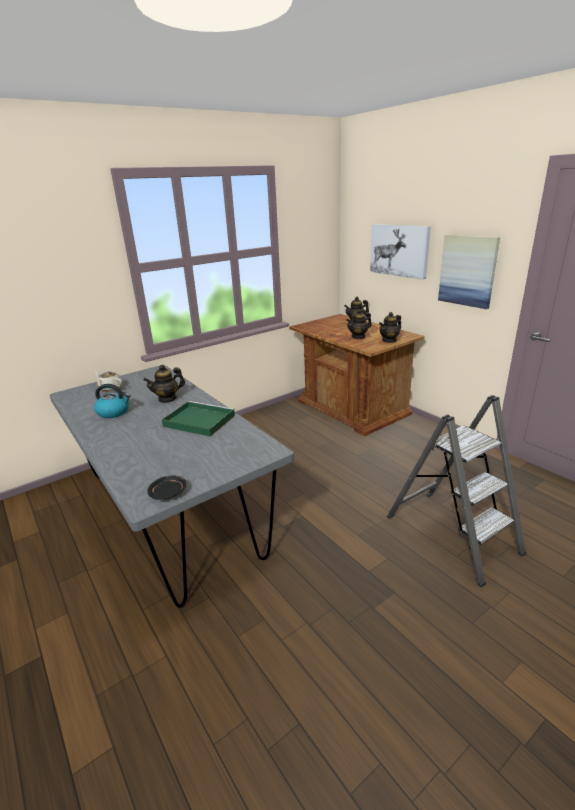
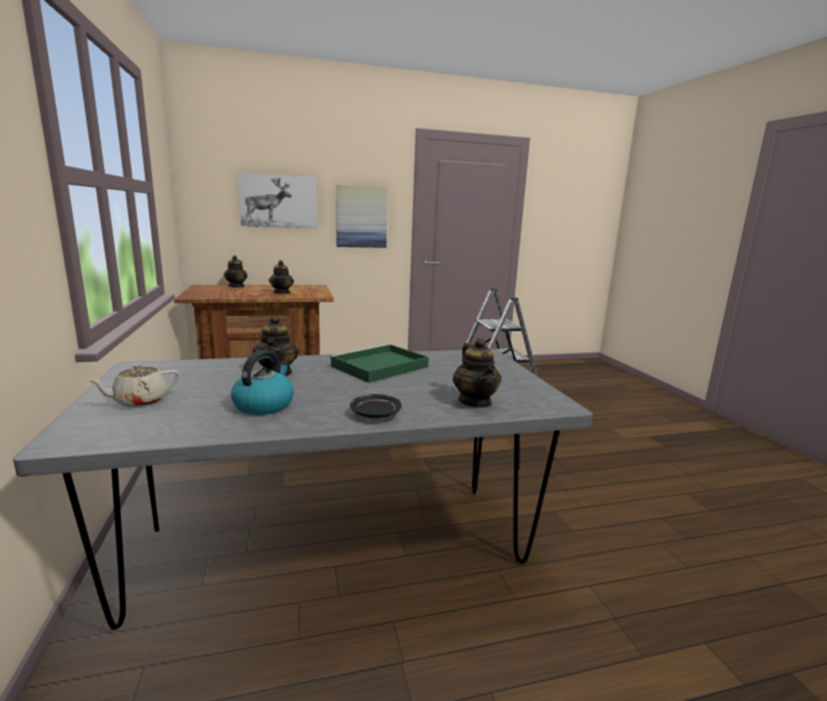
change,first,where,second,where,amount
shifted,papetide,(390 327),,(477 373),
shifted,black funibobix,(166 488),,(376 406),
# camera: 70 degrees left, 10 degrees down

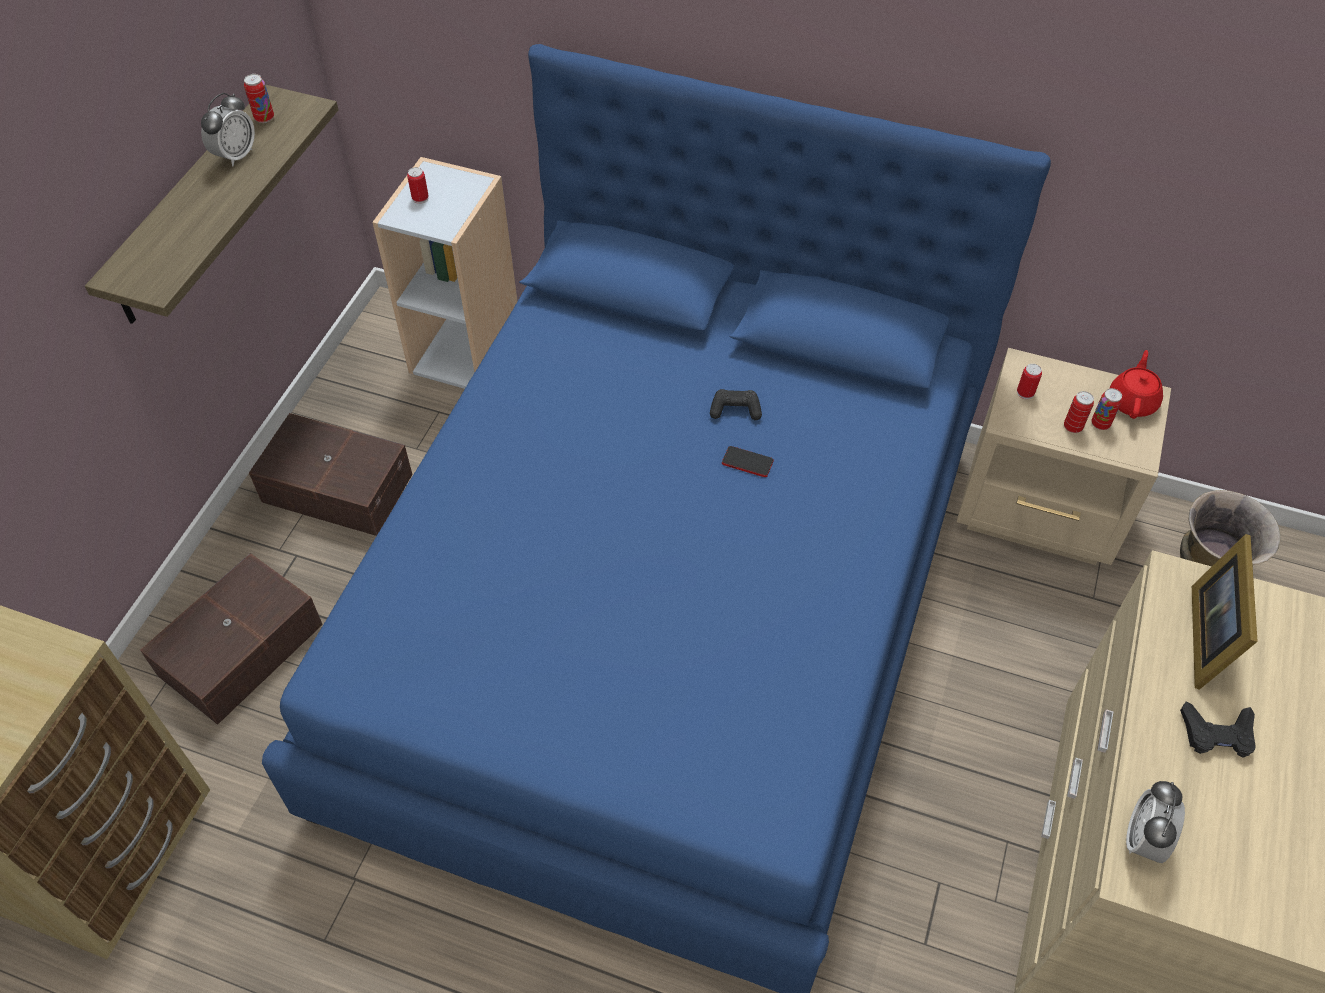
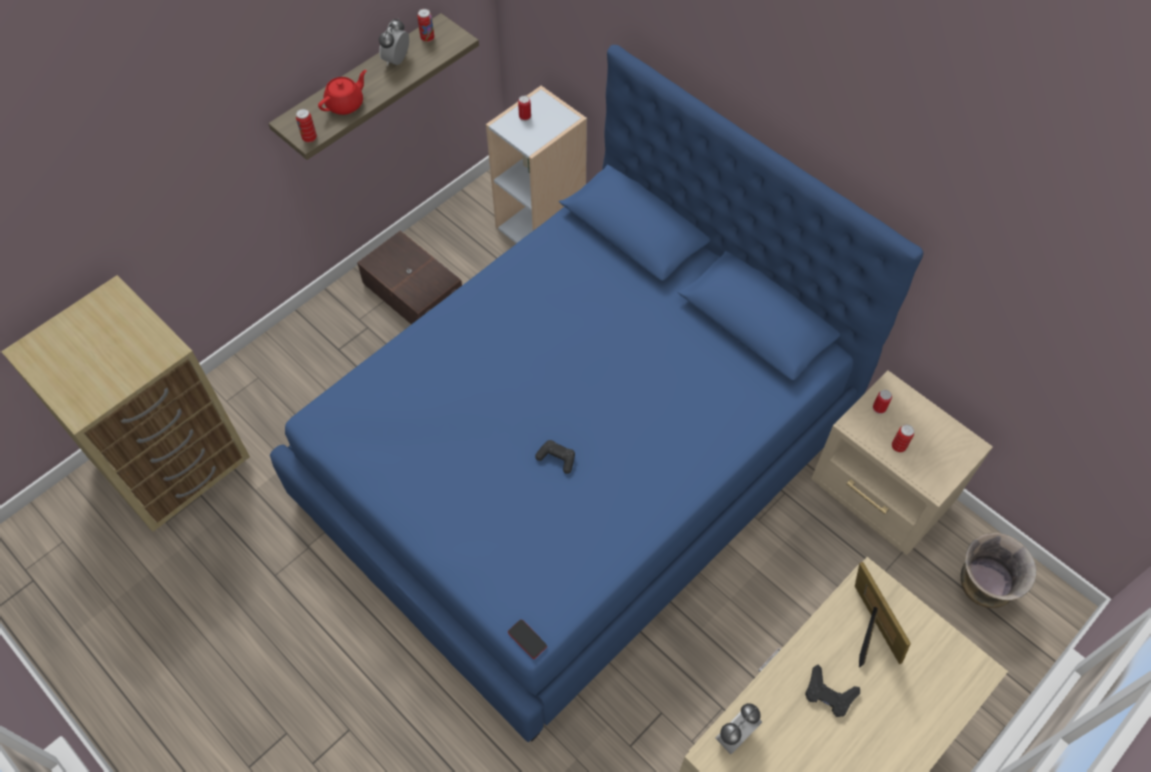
change,first,where,second,where,amount
rotated,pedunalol,(228 130),,(394 42),150 degrees clockwise
shifted,red papetide,(1136 384),,(342 92),
shifted,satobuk,(1106 409),,(306 125),
shifted,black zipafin,(736 404),,(555 457),
shifted,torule,(748 461),,(527 639),
rotated,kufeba,(1225 612),,(883 615),120 degrees clockwise
gone,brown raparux,(231 639),,,
# camera: 25 degrees right, 5 degrees up

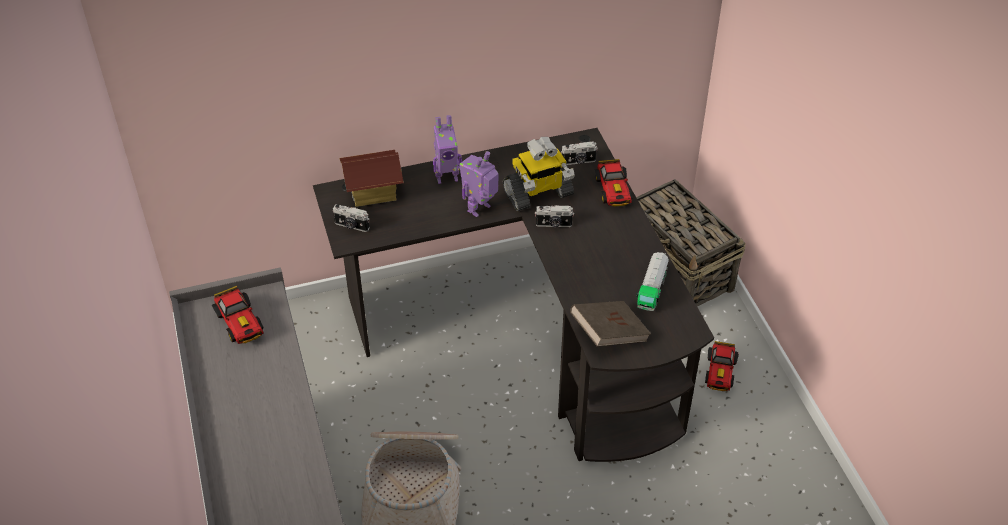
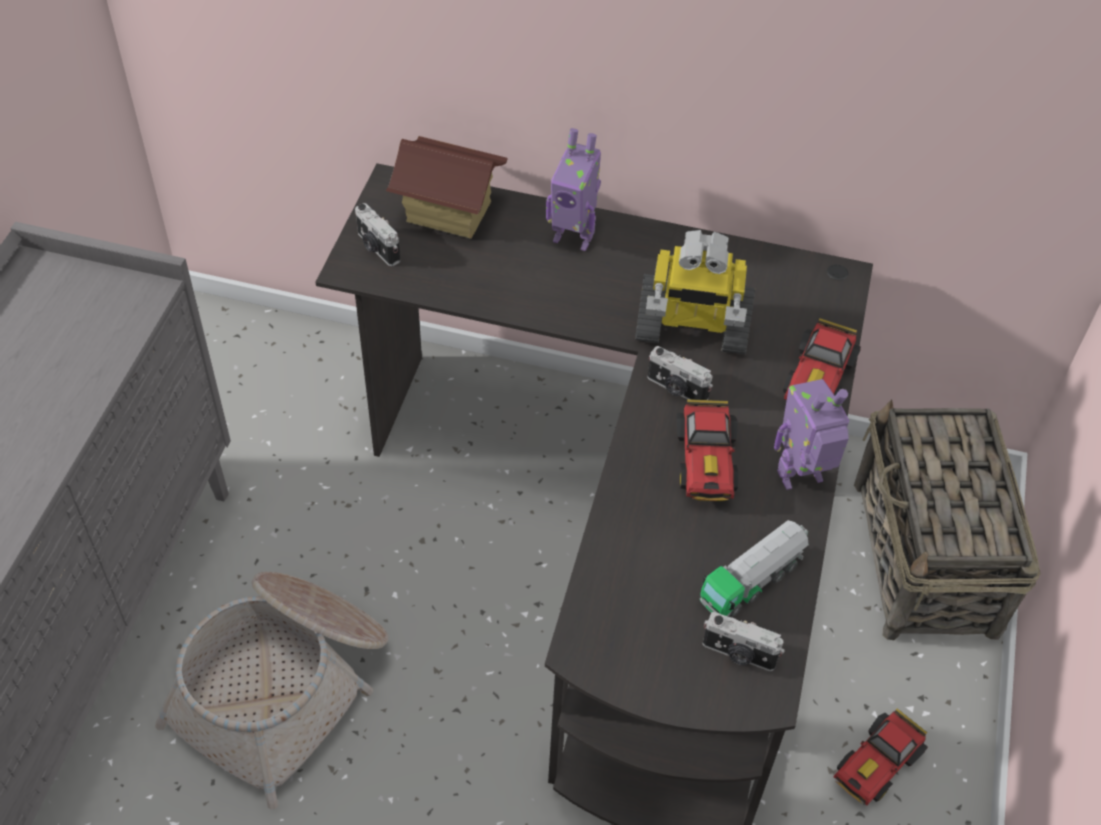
change,first,where,second,where,amount
shifted,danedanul,(579 153),,(744 641),
shifted,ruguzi,(479 184),,(811 434),
shifted,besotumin,(238 315),,(707 450),
gone,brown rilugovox,(610 324),,,
# camera: 30 degrees right, 5 degrees up

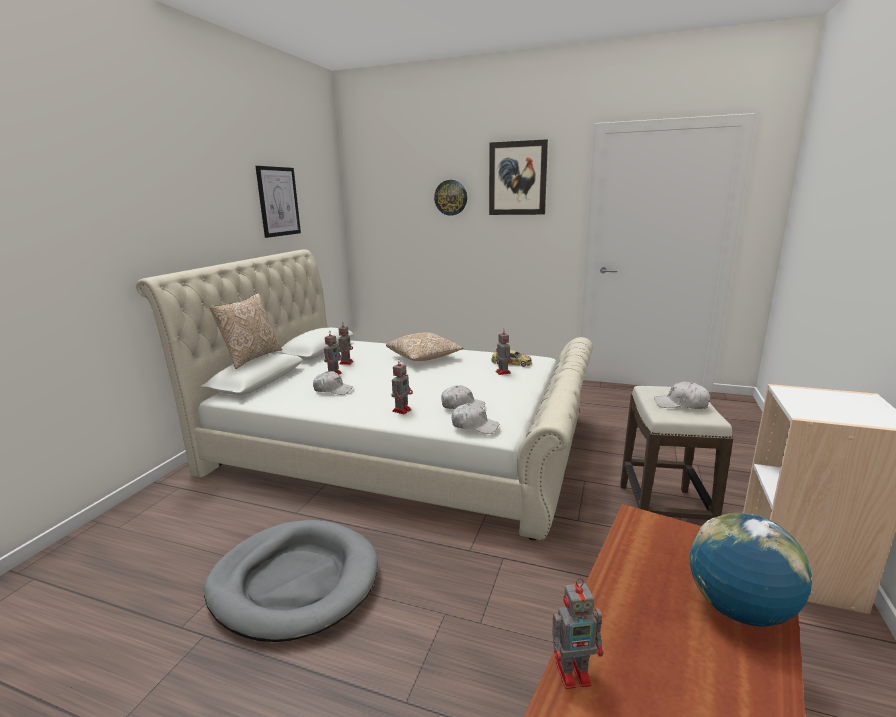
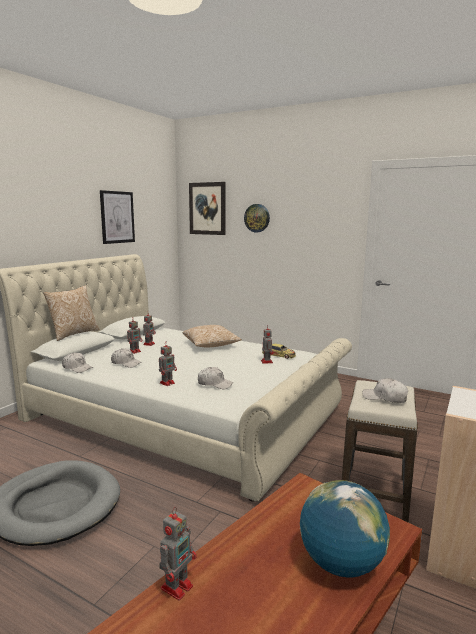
change,first,where,second,where,amount
shifted,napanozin,(518 177),,(207 208),
shifted,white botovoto,(476 418),,(77 363),
rotated,ruguzi,(577 633),,(178 554),60 degrees counterclockwise
# camera: 10 degrees right, 5 degrees down

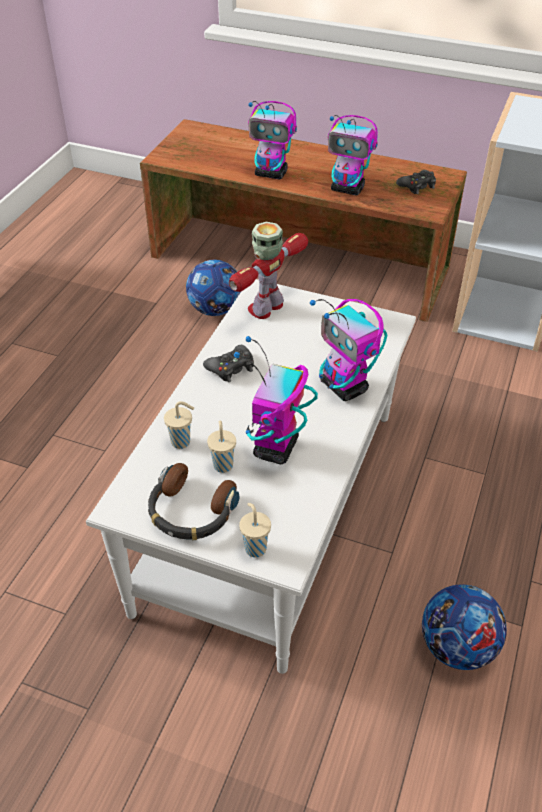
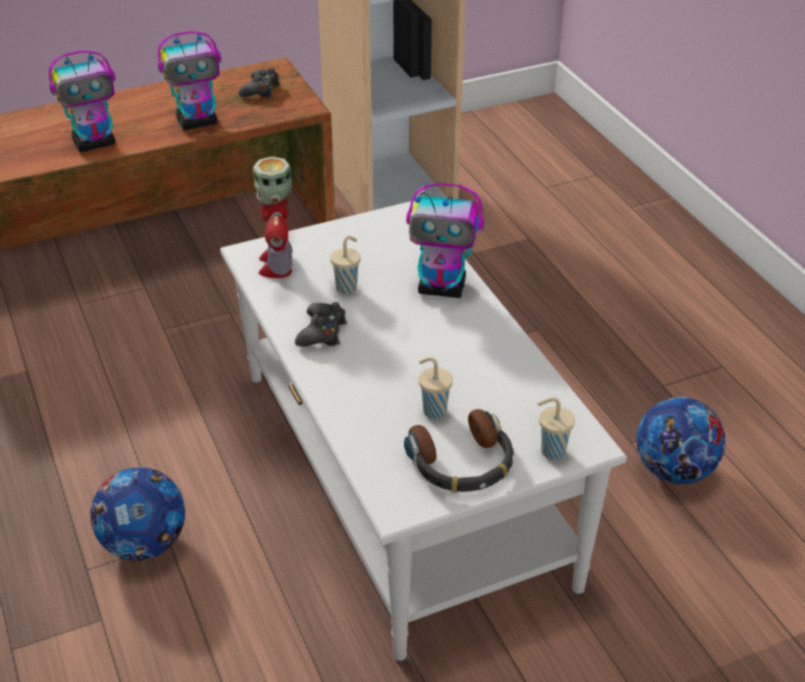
change,first,where,second,where,amount
shifted,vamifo,(213 288),,(138 514),
gone,ruguzi,(276 400),,,
shifted,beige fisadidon,(179 425),,(345 265),
# camera: 45 degrees left, 5 degrees down

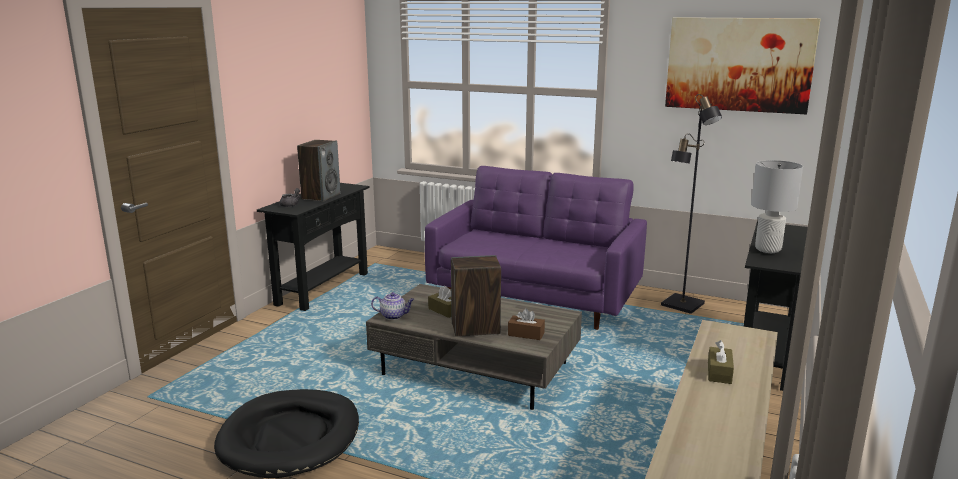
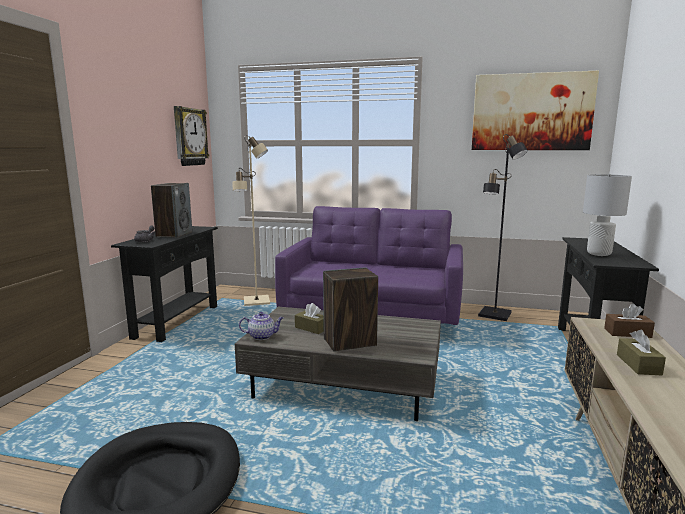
change,first,where,second,where,amount
shifted,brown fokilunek,(526 324),,(629 320),
new,,,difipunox,(191 136),
new,,,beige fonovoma,(251 220),
# camera: 10 degrees left, 5 degrees down

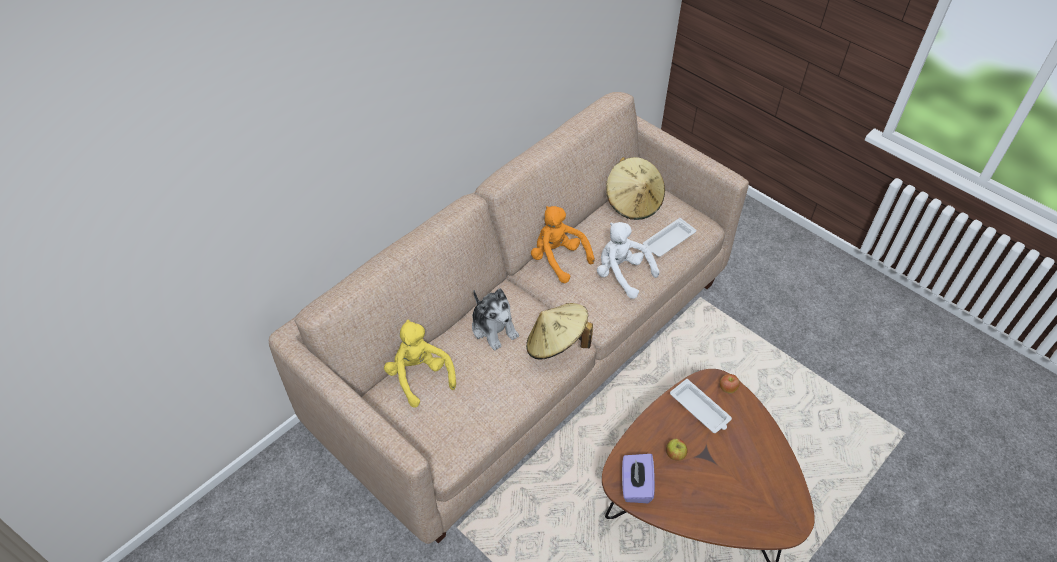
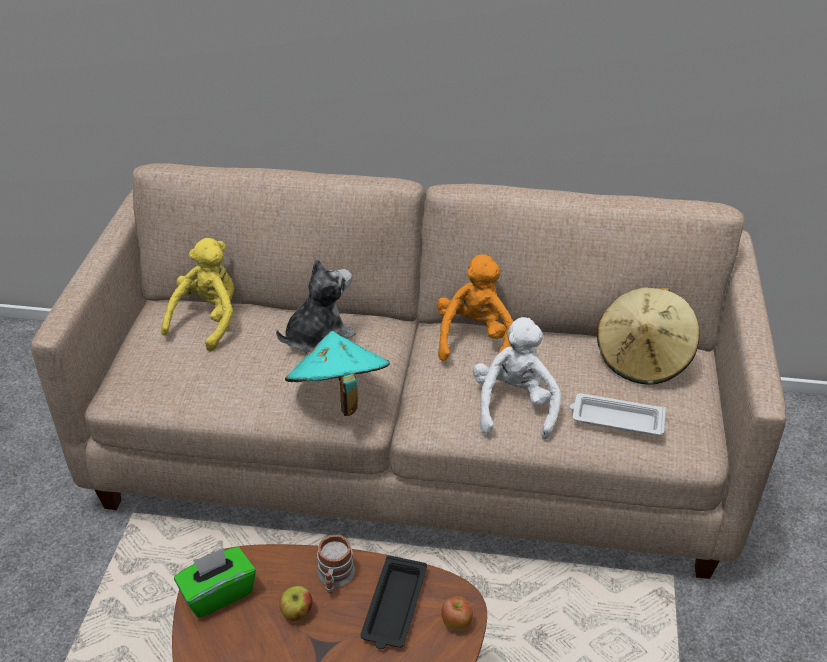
change,first,where,second,where,amount
rotated,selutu,(495 319),,(316 307),150 degrees counterclockwise
repainted,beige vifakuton,(559 331),turquoise vifakuton,(337 373),
repainted,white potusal,(701 406),black potusal,(393 602),
repainted,purple fokilunek,(638 478),green fokilunek,(215 582),
new,,,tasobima,(336 564),
# camera: 55 degrees right, 10 degrees down

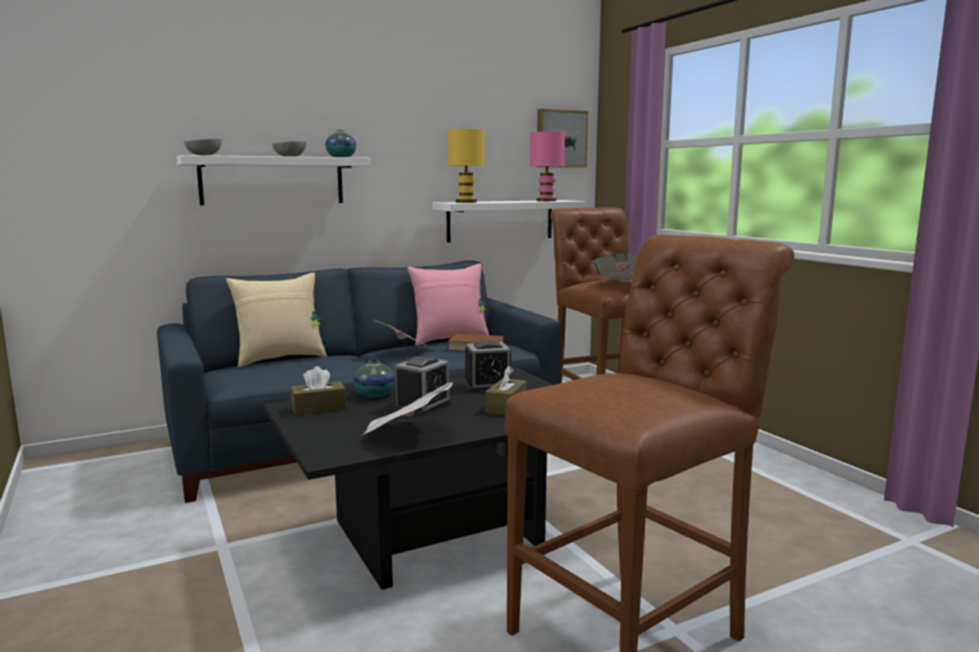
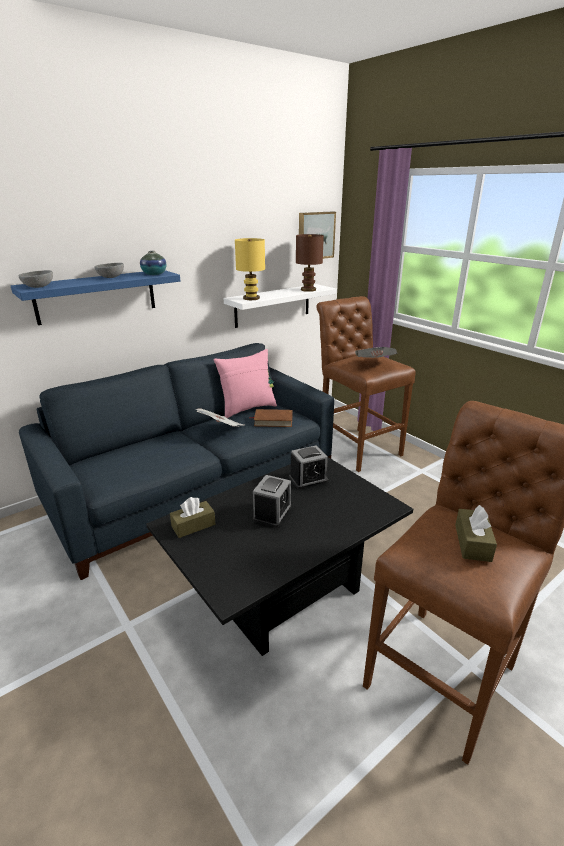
change,first,where,second,where,amount
repainted,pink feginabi,(547 166),brown feginabi,(310 263),
repainted,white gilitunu,(273 180),blue gilitunu,(95 297),
gone,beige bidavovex,(276 319),,,
gone,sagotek,(374 378),,,
shifted,brown fokilunek,(505 390),,(476 533),
gone,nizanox,(407 409),,,
# camera: 10 degrees left, 15 degrees up

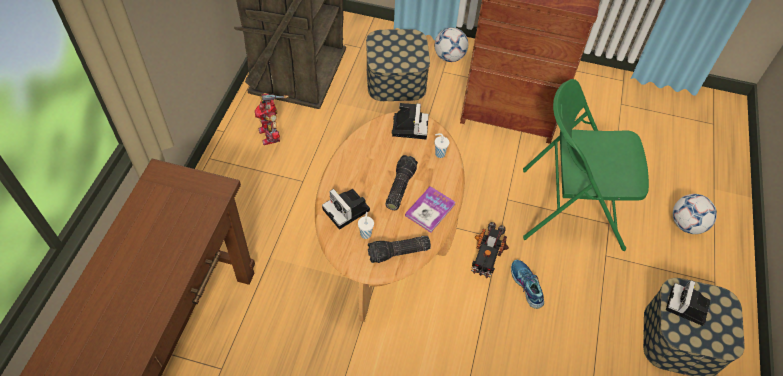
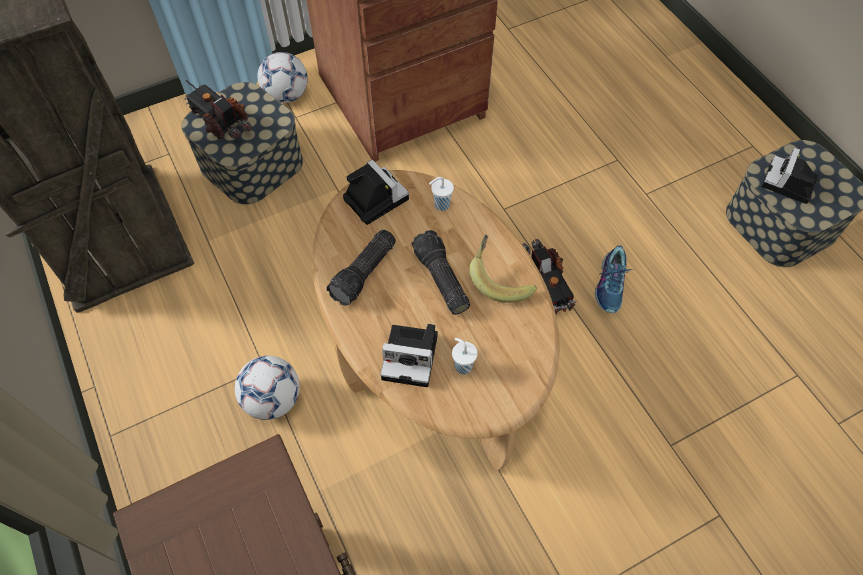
change,first,where,second,where,amount
gone,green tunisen,(586 165),,,
gone,ruguzi,(272 119),,,
swapped,rilugovox,(430 209),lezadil,(503 268),
shifted,vamifo,(695 214),,(267 388),
shifted,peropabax,(399 249),,(361 268),
rotated,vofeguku,(527 284),,(615 279),105 degrees counterclockwise
rotated,danedanul,(688 303),,(789 176),45 degrees clockwise
new,,,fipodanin,(218 110),
# camera: 40 degrees left, 5 degrees up

